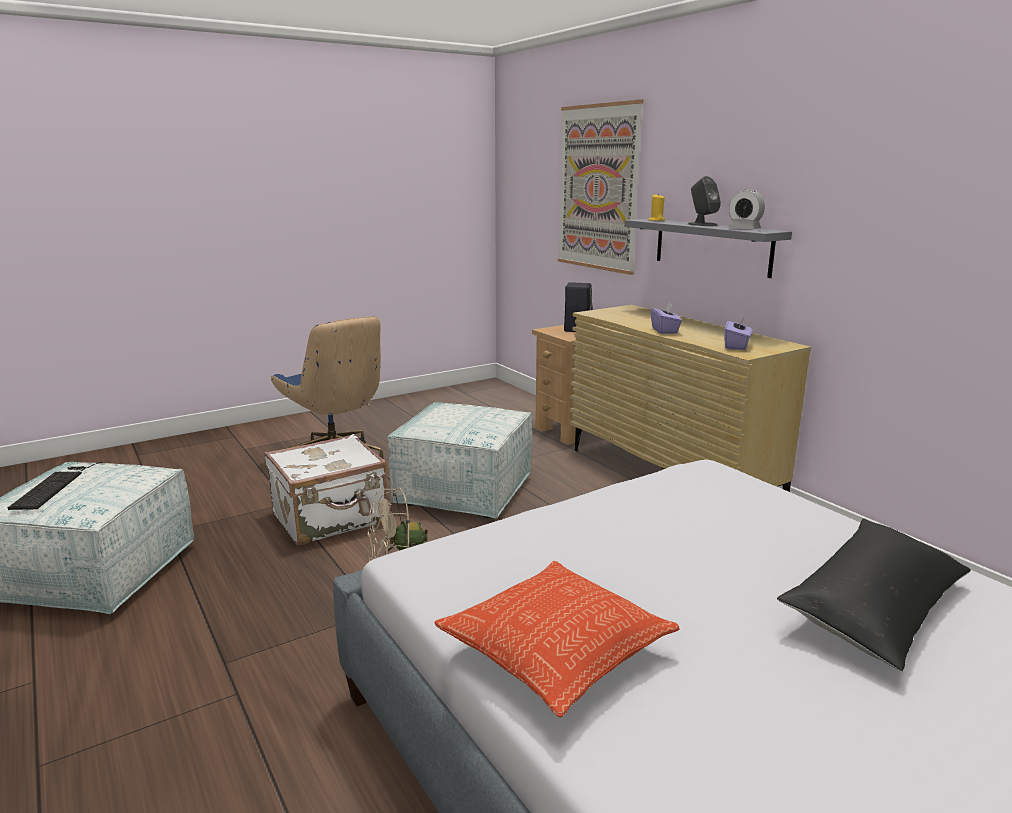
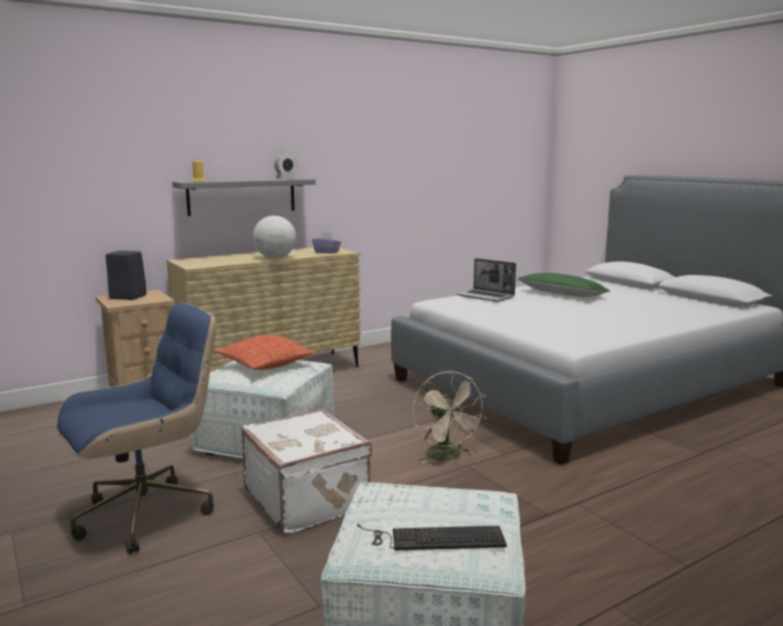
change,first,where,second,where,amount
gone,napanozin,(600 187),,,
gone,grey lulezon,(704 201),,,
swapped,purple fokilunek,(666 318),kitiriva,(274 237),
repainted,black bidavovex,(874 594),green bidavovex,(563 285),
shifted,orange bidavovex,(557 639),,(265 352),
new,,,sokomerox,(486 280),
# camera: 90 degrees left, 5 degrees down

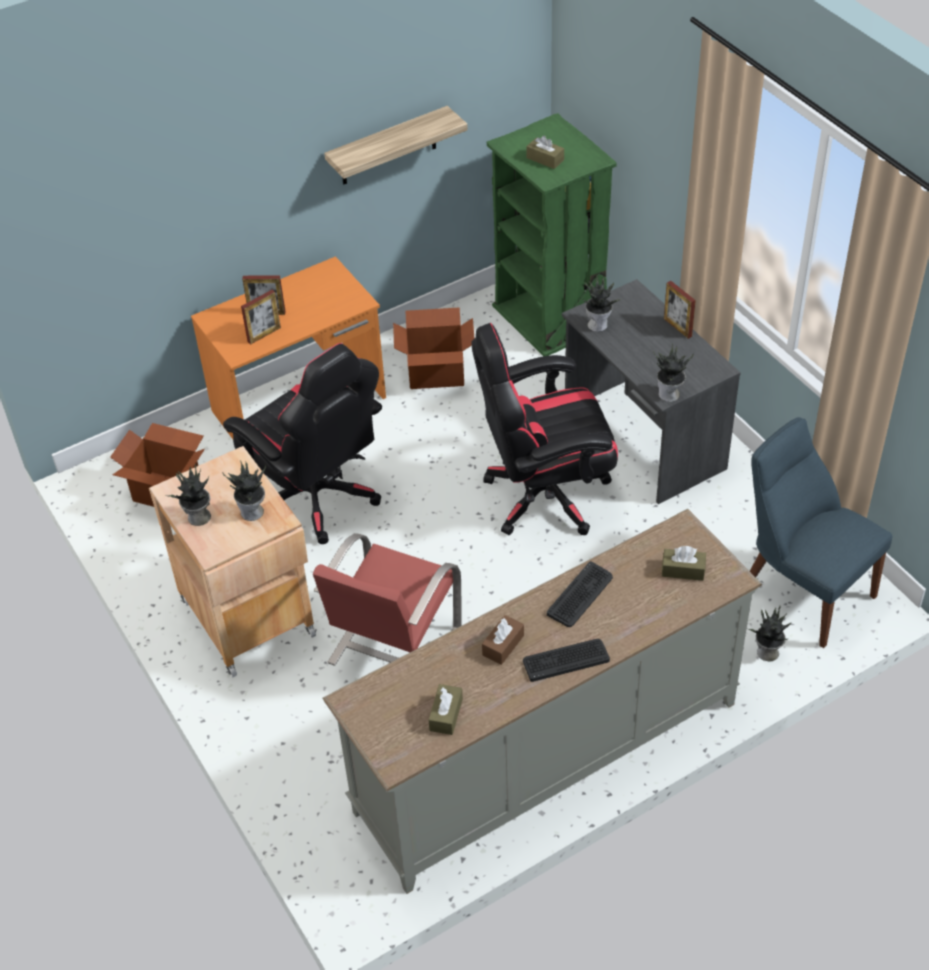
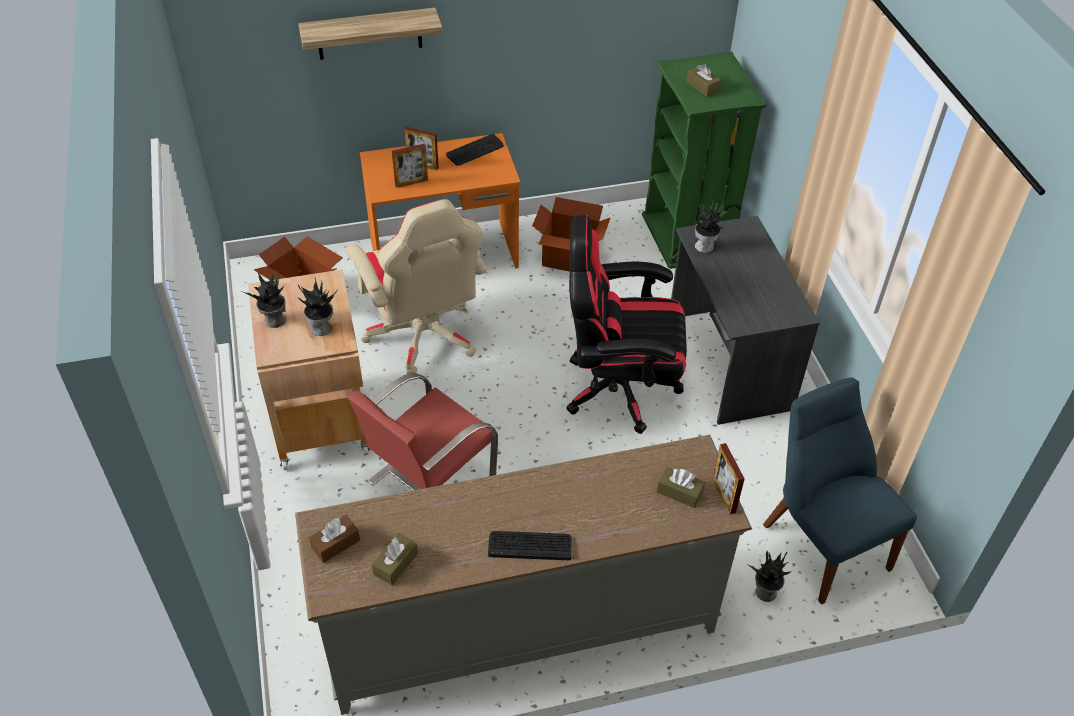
change,first,where,second,where,amount
shifted,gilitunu,(396 145),,(370 34),
shifted,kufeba,(680 310),,(729 478),
repainted,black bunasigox,(302 443),beige bunasigox,(416 286),
gone,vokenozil,(673 372),,,
shifted,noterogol,(580 594),,(475 150),
shifted,brown fokilunek,(503 640),,(334 539),
# camera: 15 degrees right, 0 degrees up

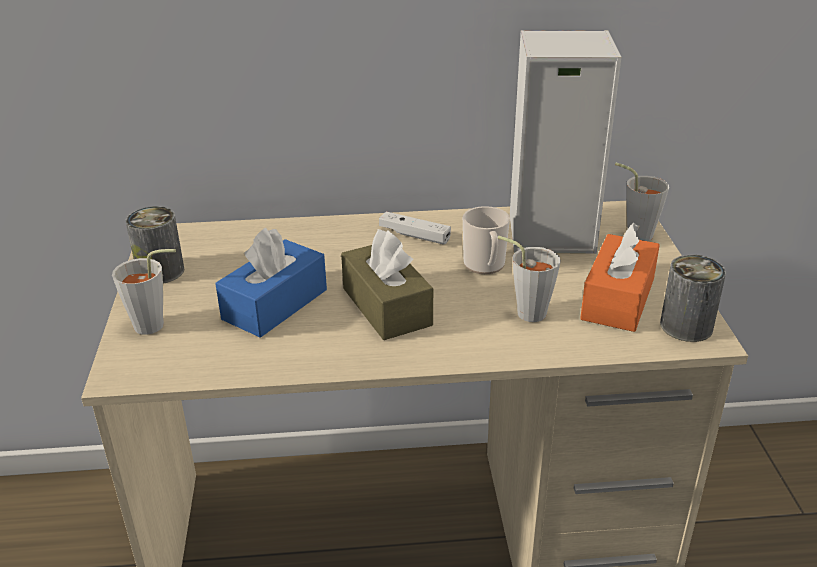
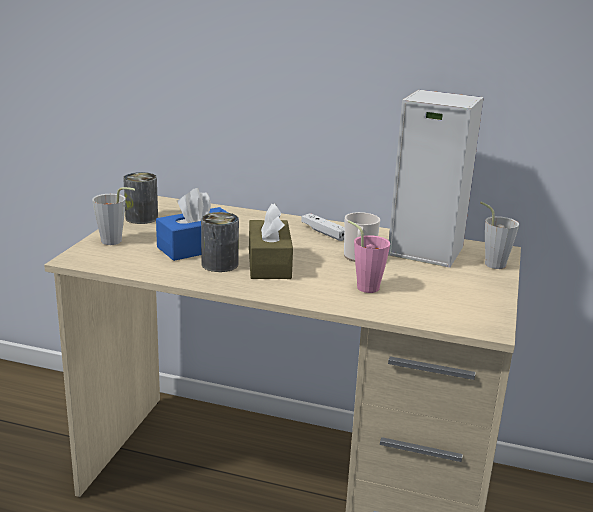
change,first,where,second,where,amount
gone,orange fokilunek,(620 277),,,
repainted,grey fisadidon,(529 279),pink fisadidon,(369 256),
shifted,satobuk,(693 298),,(220 242),
# camera: 20 degrees right, 10 degrees down

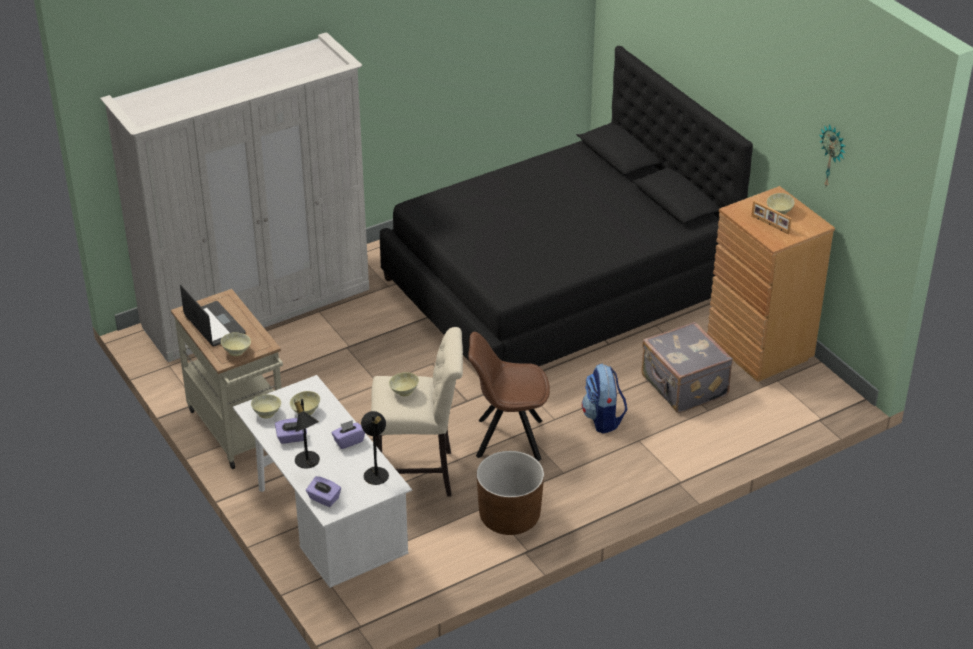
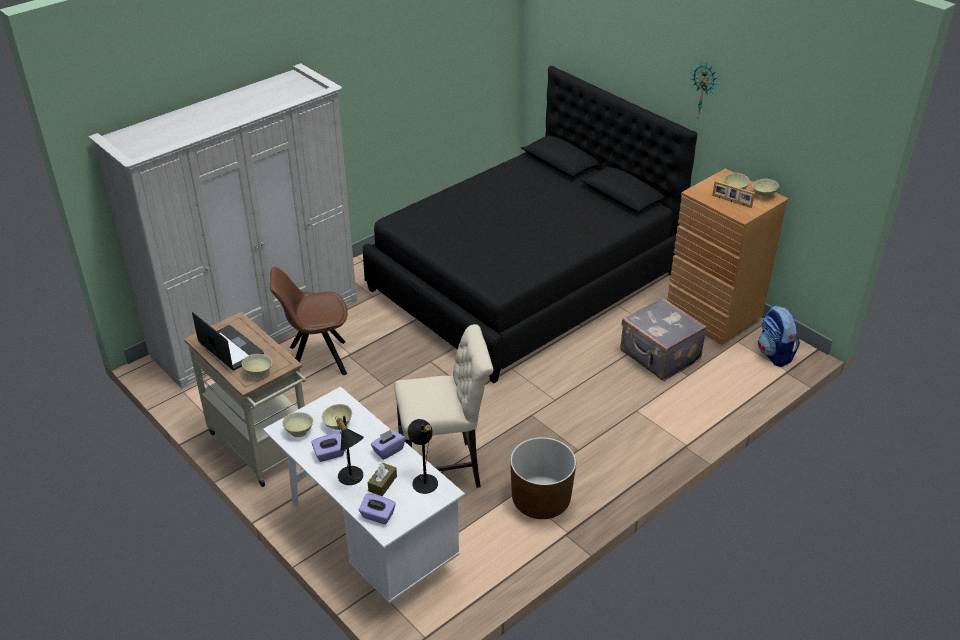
change,first,where,second,where,amount
shifted,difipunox,(832 155),,(704 90),
shifted,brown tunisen,(509 396),,(309 321),
shifted,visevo,(604 398),,(779 336),
shifted,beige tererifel,(404 384),,(766 188),
new,,,brown fokilunek,(382 479),
# camera: 10 degrees left, 0 degrees up

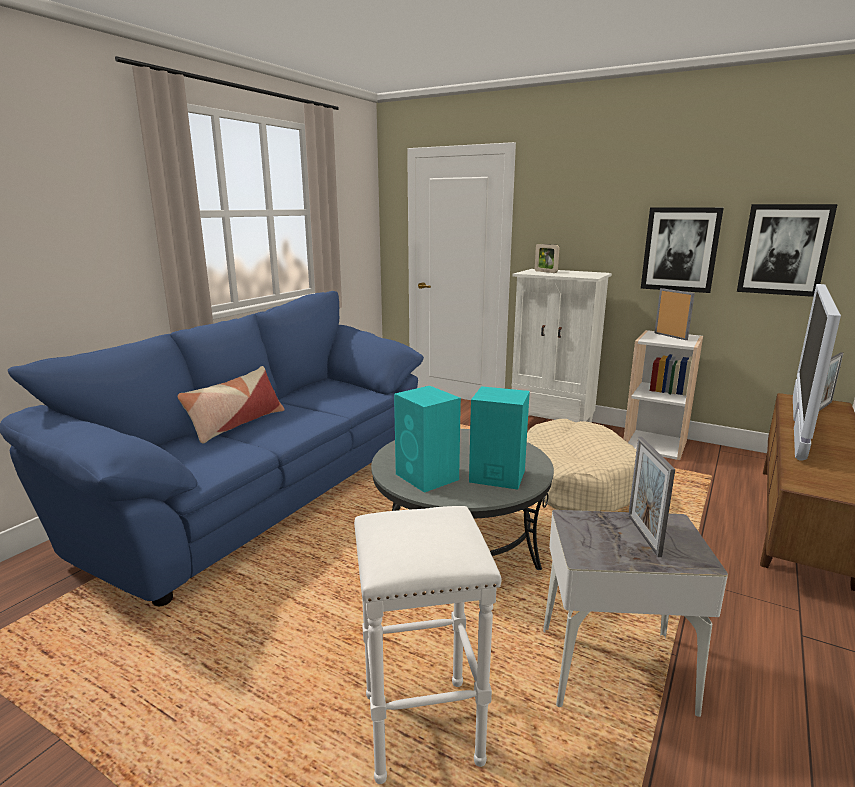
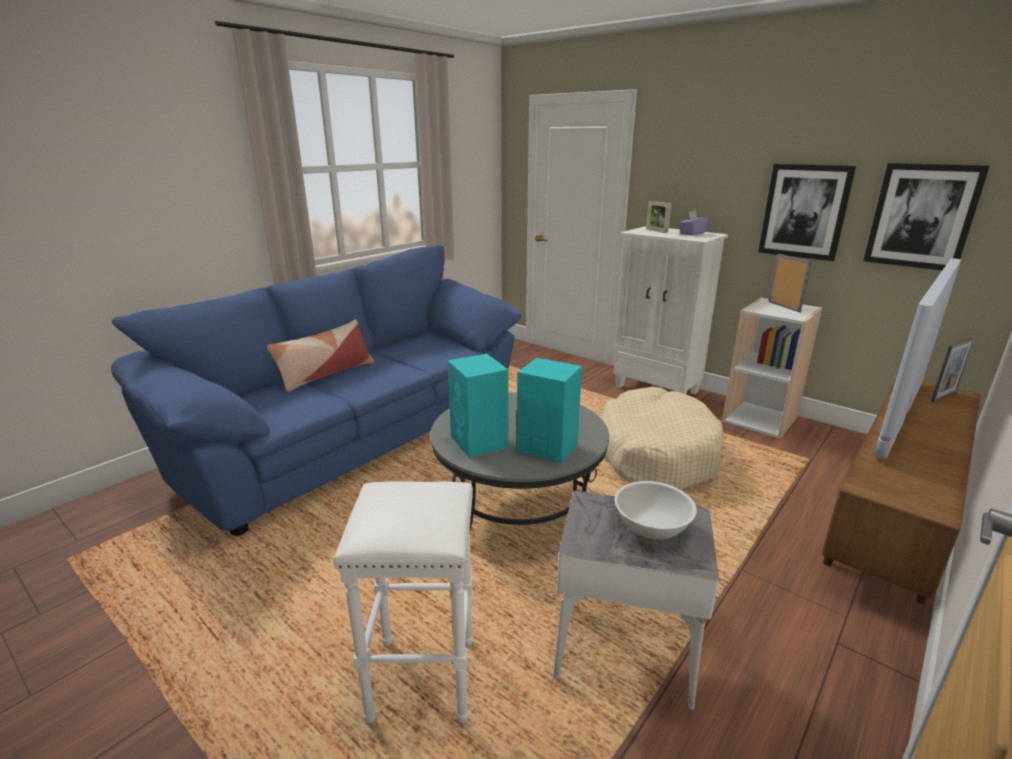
change,first,where,second,where,amount
swapped,kufeba,(651 497),white tererifel,(655 510),
new,,,purple fokilunek,(694 223),
# camera: 10 degrees right, 5 degrees up

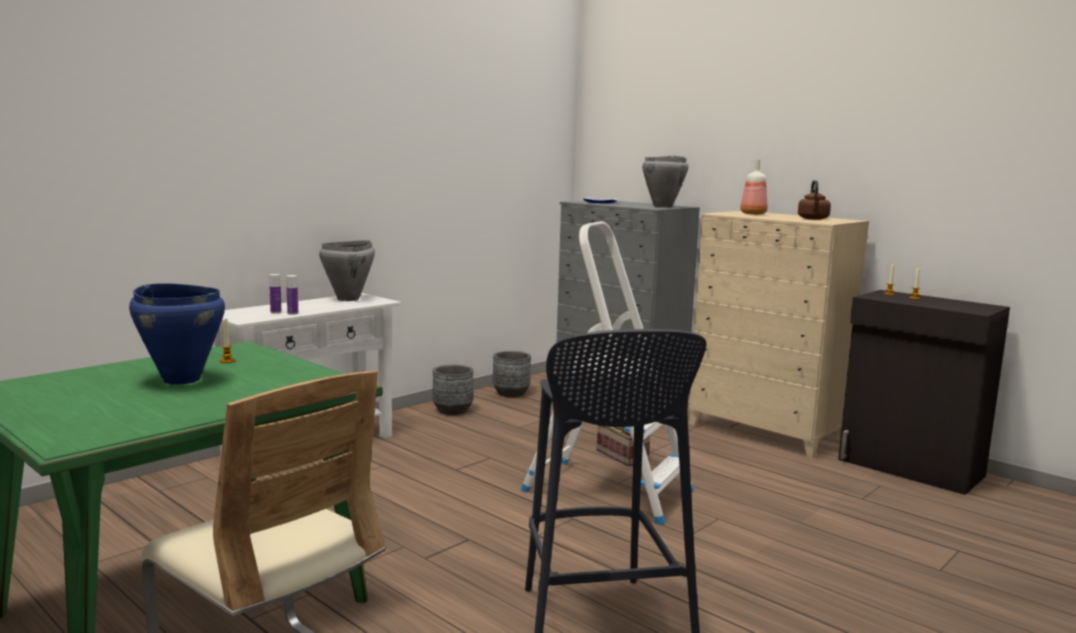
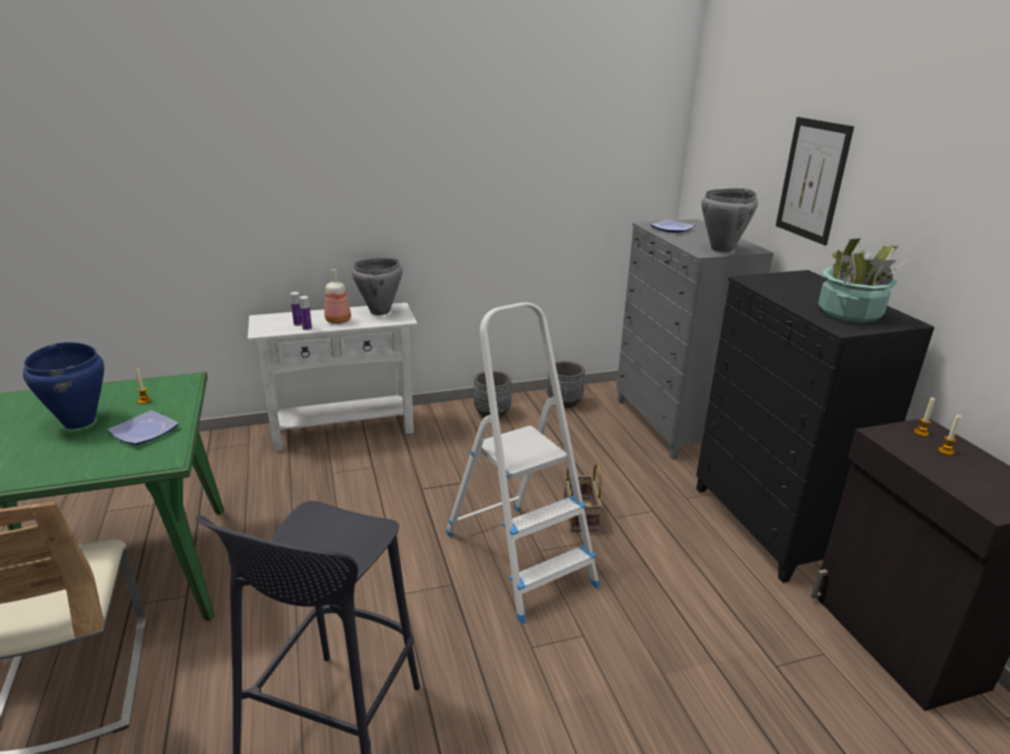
change,first,where,second,where,amount
shifted,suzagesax,(754 187),,(337 296),
swapped,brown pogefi,(814 200),vokenozil,(862 280),
repainted,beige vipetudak,(779 335),black vipetudak,(815 426),
new,,,napanozin,(815 181),
new,,,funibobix,(143 427),
# camera: 30 degrees right, 15 degrees up

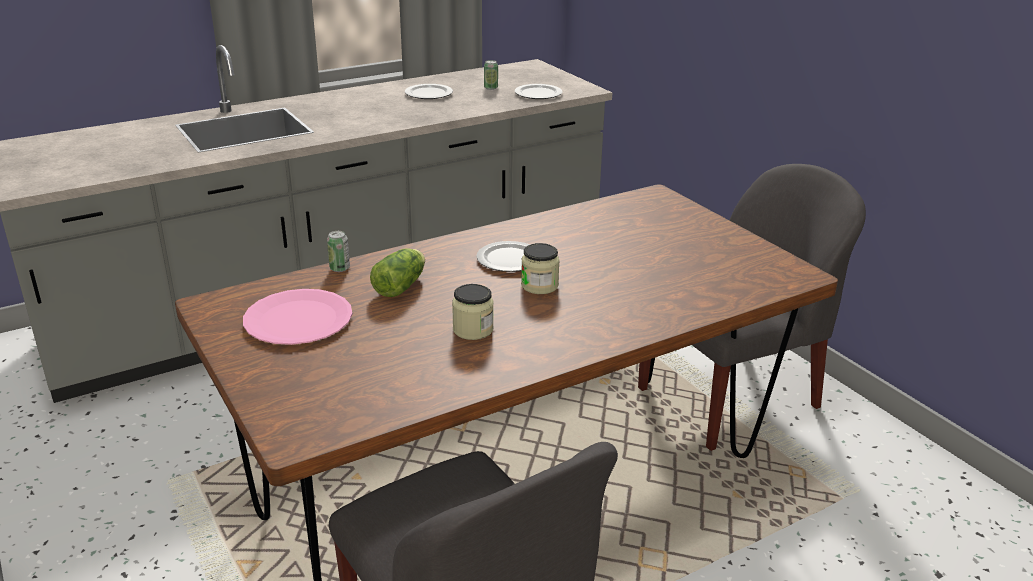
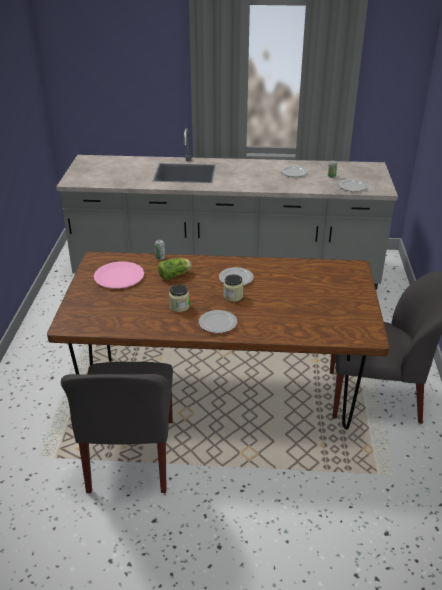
change,first,where,second,where,amount
new,,,funibobix,(218 321),
# camera: 35 degrees right, 5 degrees up

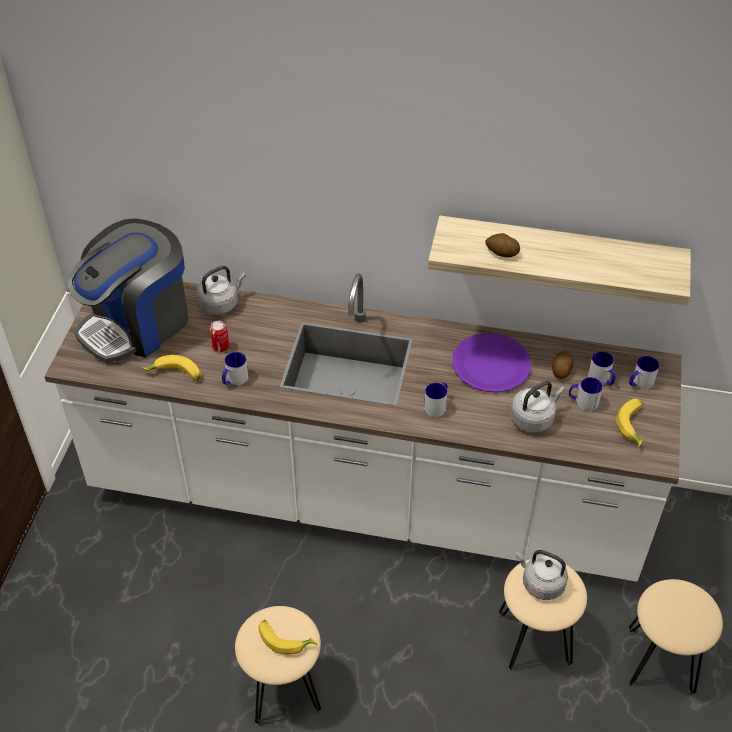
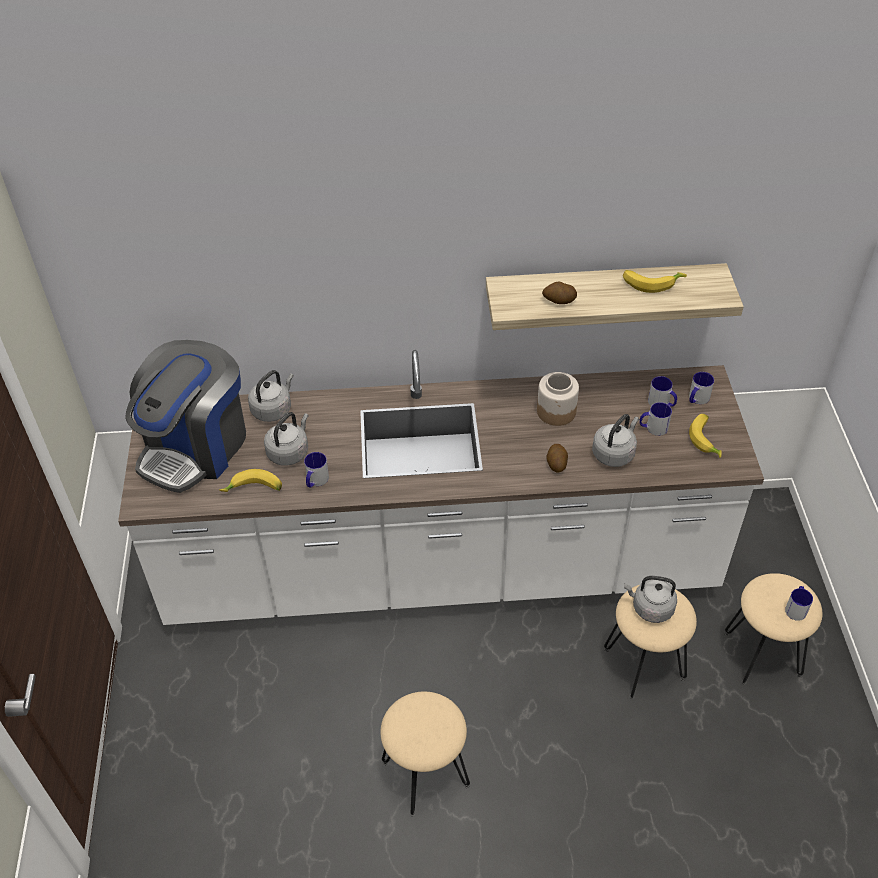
change,first,where,second,where,amount
swapped,satobuk,(219 336),grey pogefi,(286 439),
swapped,purple funibobix,(491 362),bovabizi,(558 399),
shifted,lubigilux,(563 365),,(557 458),
shifted,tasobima,(436 400),,(799 603),
shifted,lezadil,(288 637),,(655 281),
# camera: 15 degrees left, 0 degrees up

